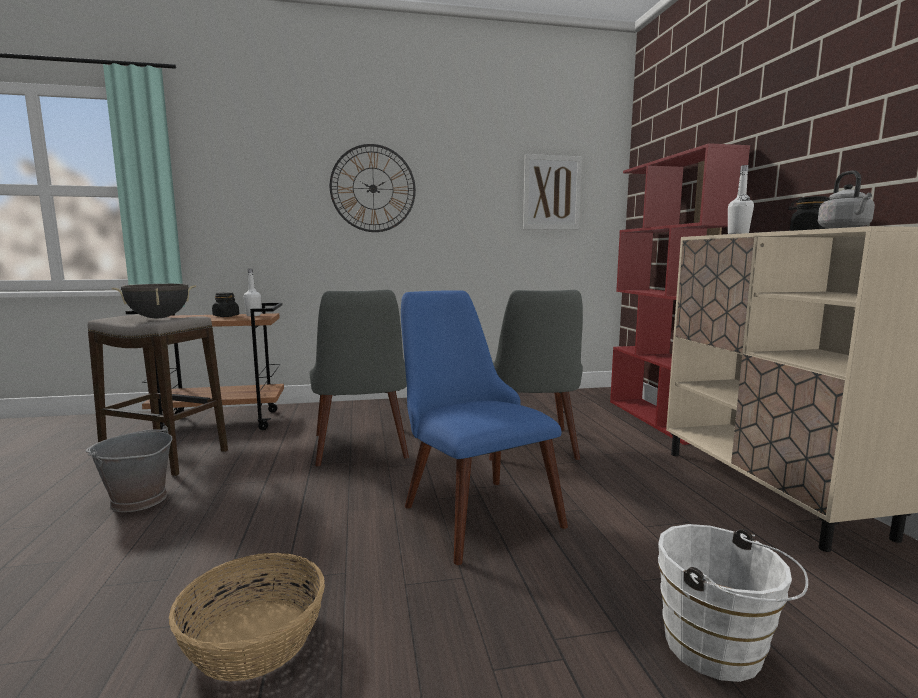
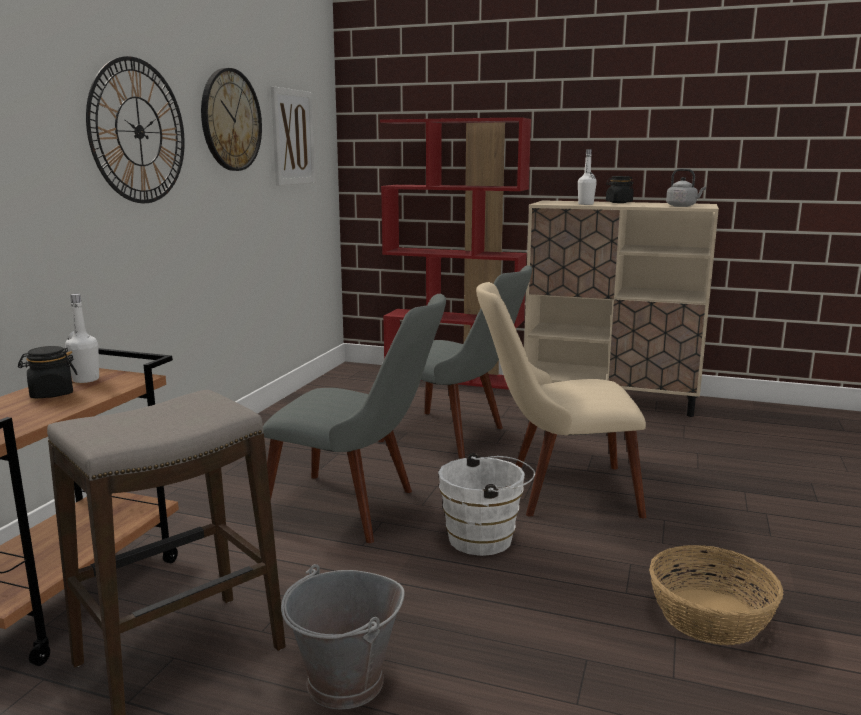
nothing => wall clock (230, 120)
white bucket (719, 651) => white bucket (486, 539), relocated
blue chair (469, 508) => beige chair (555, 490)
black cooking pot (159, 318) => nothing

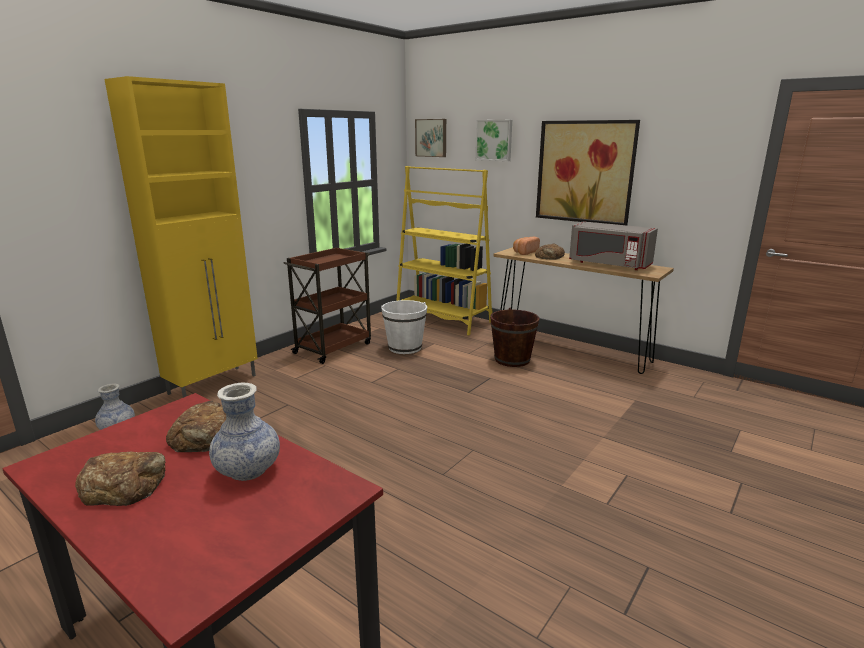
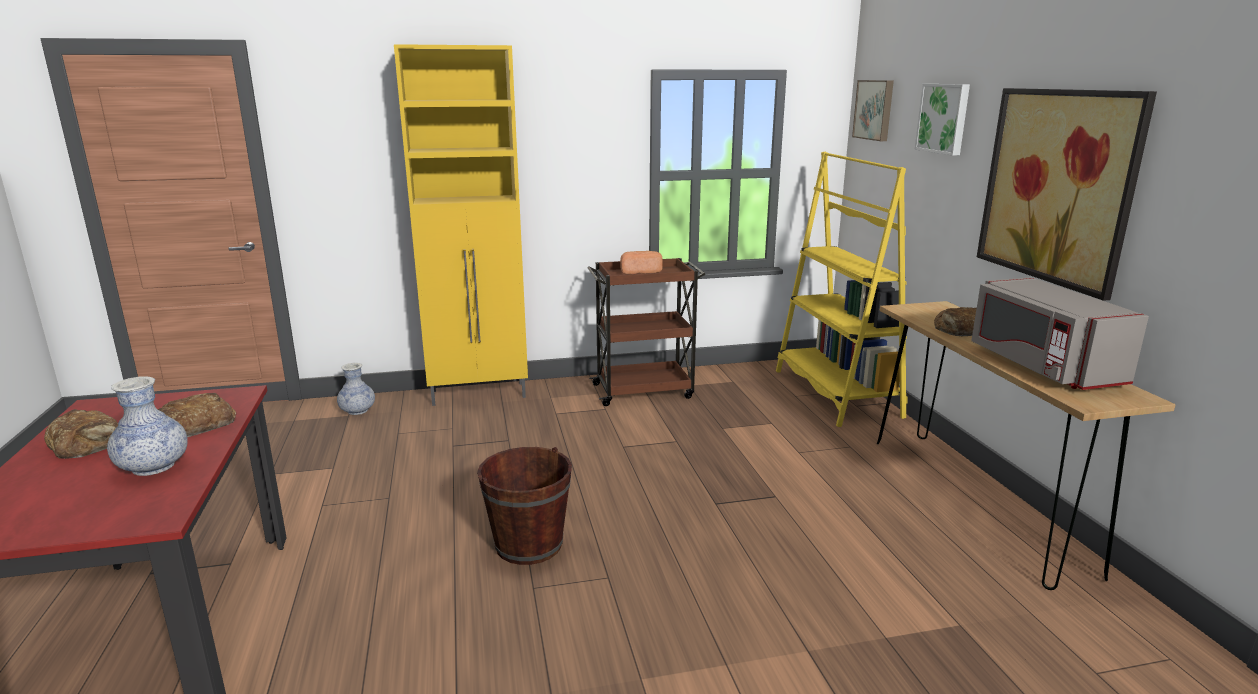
brown bucket (512, 359) => brown bucket (529, 545), relocated
bread (524, 252) => bread (640, 272), relocated
white bucket (405, 347) => nothing

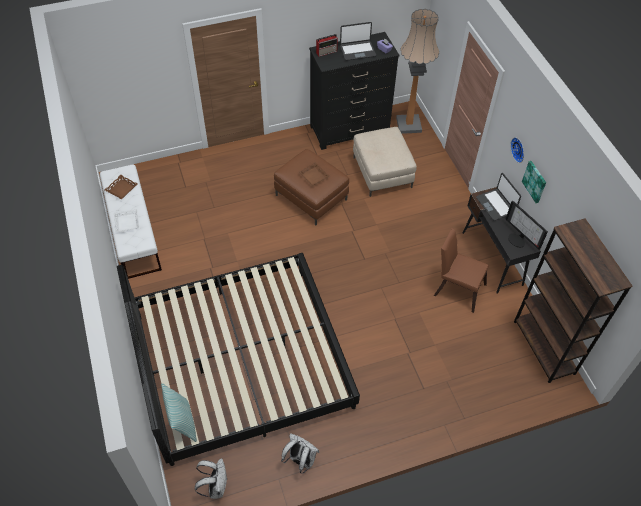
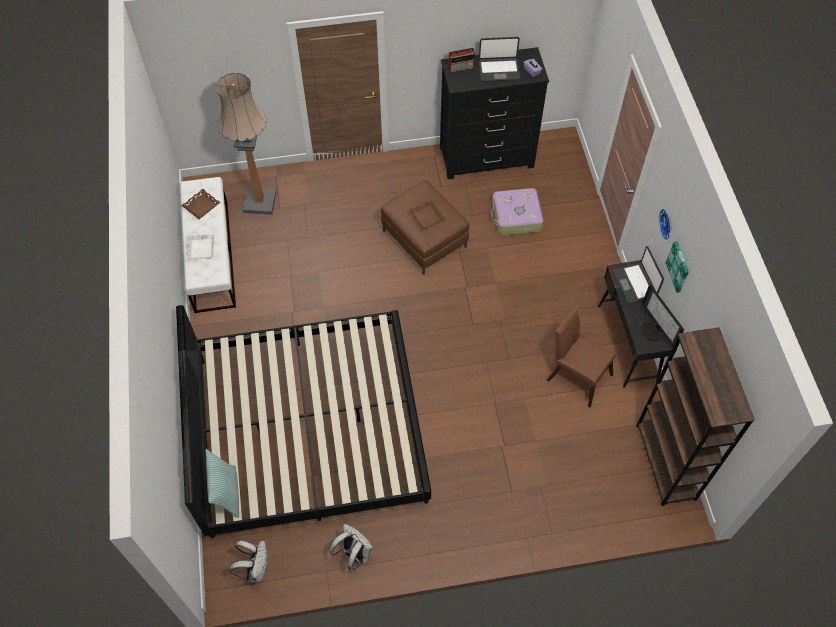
floor lamp (408, 125) => floor lamp (260, 202), relocated
beige ottoman (382, 172) => suitcase (516, 217)

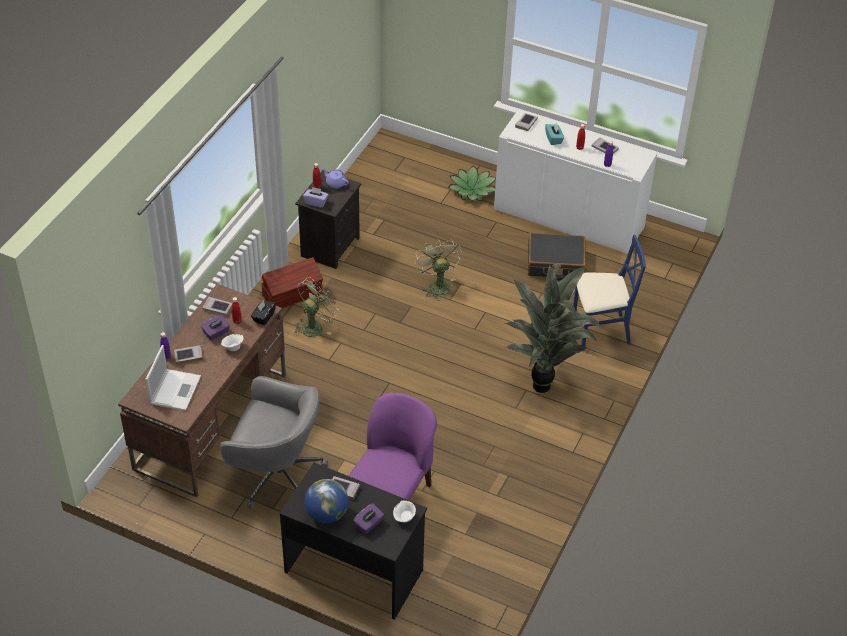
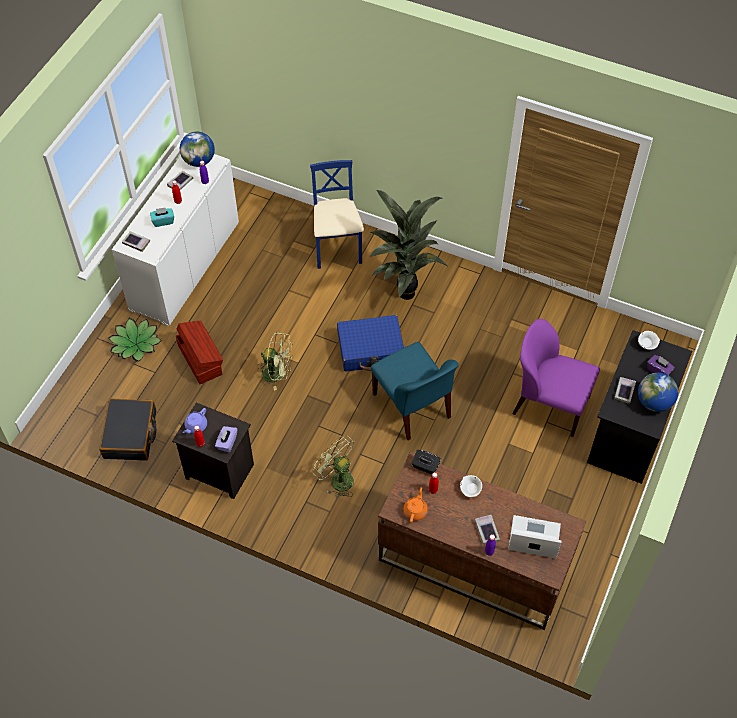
black suitcase (555, 263) => black suitcase (130, 435), relocated
brown storage box (293, 295) => brown storage box (200, 359), relocated
nothing => globe (199, 161)
green fan (437, 284) => green fan (277, 373), 150 degrees counterclockwise
nothing => blue suitcase (371, 349)
nothing => blue chair (412, 407)
book (217, 308) => orange teapot (415, 510)
purple tissue box (216, 333) => nothing
grey office chair (276, 475) => nothing

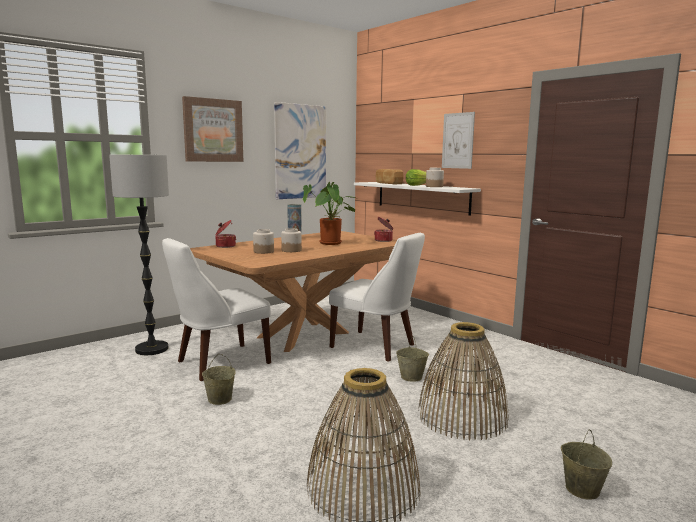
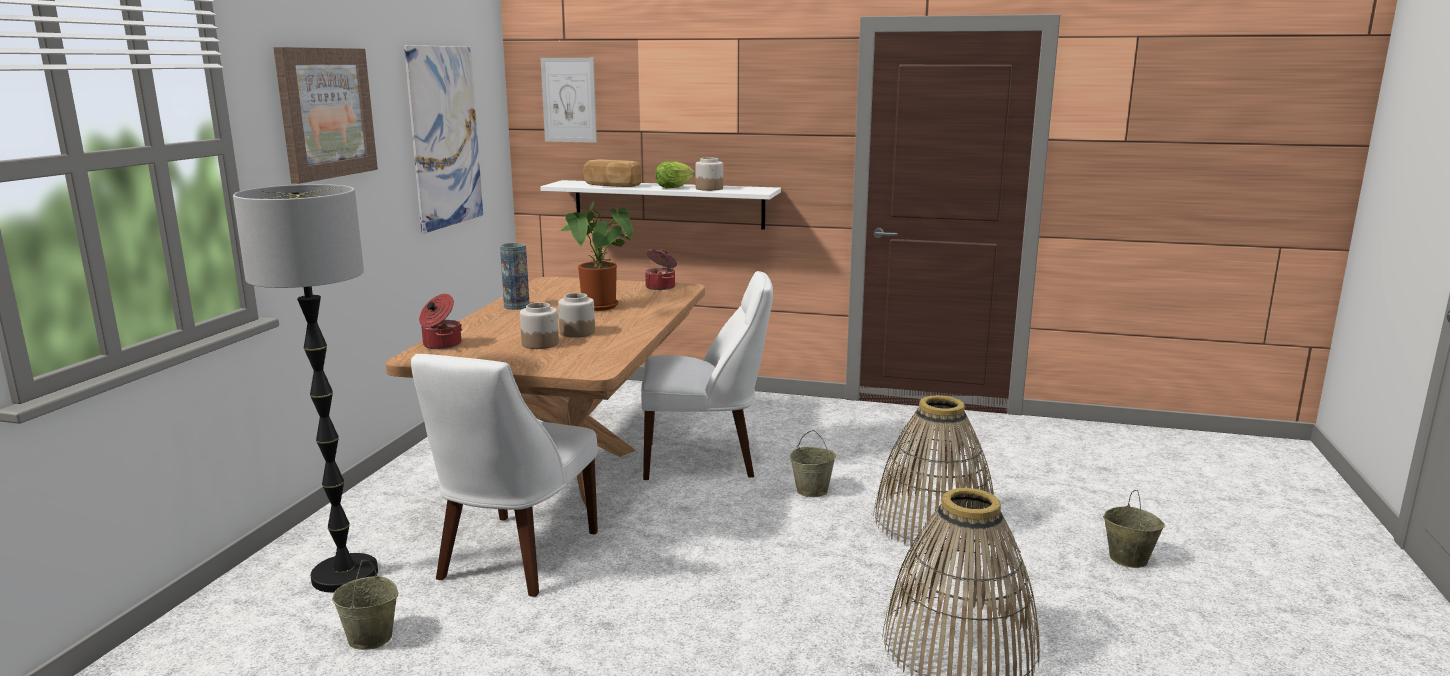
beige bucket (220, 399) => beige bucket (371, 638), relocated
picture (458, 140) => picture (569, 100), relocated

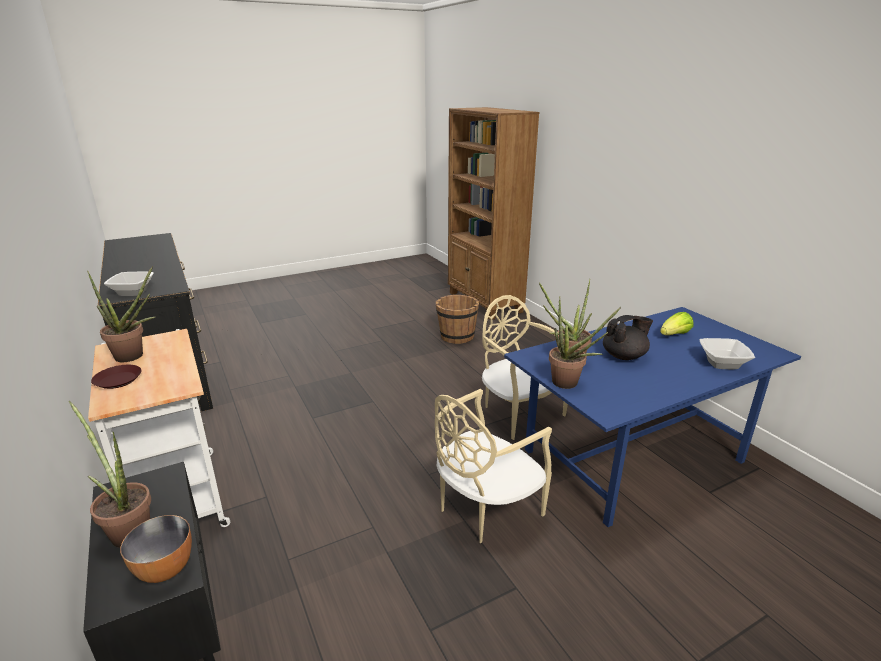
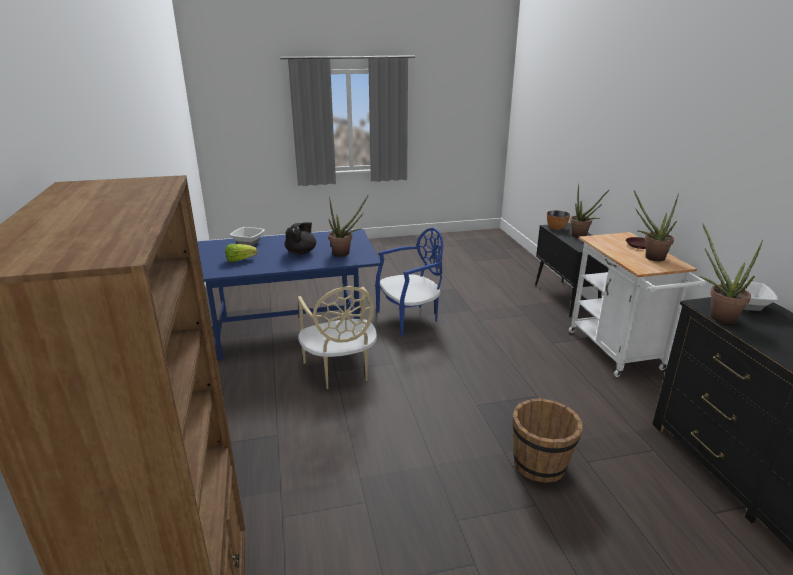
black teapot (624, 356) => black teapot (301, 252), 120 degrees clockwise
beige chair (485, 508) => blue chair (410, 318)
brown bucket (456, 336) => brown bucket (540, 464), relocated
potted plant (570, 384) => potted plant (717, 316), relocated

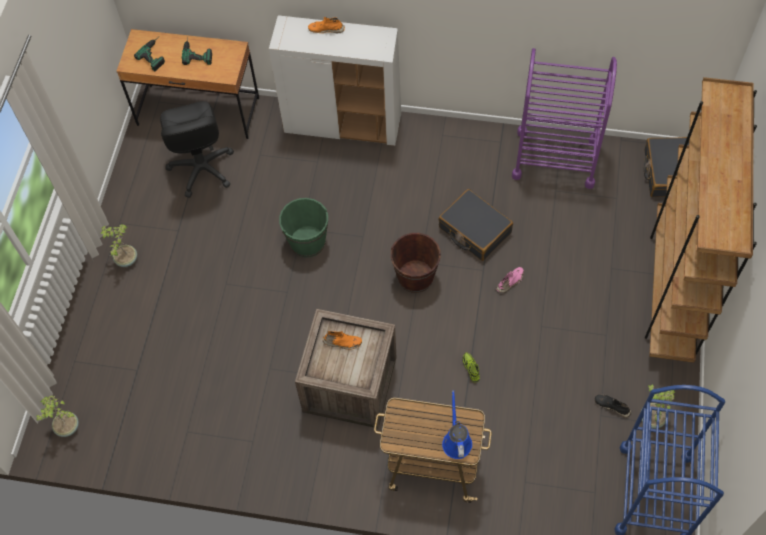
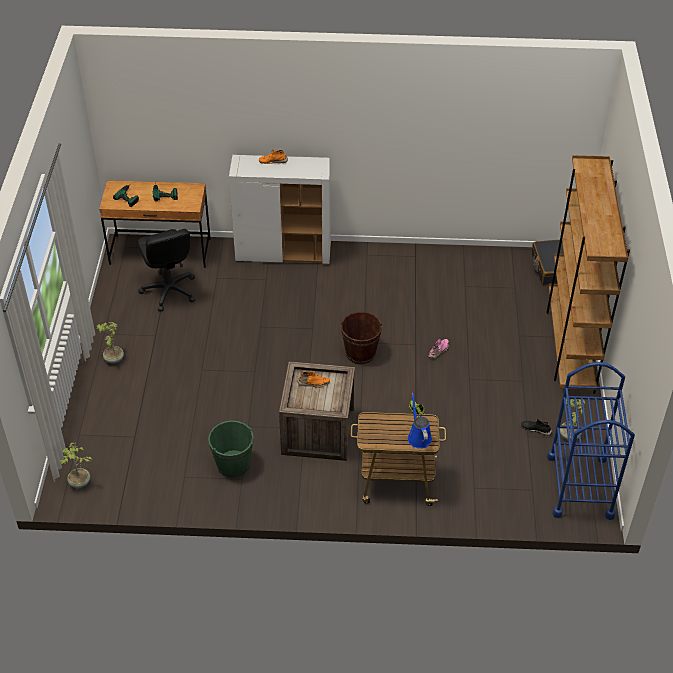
green bucket (307, 242) => green bucket (233, 464), relocated
black suitcase (474, 230) => nothing
purple cart (555, 158) => nothing

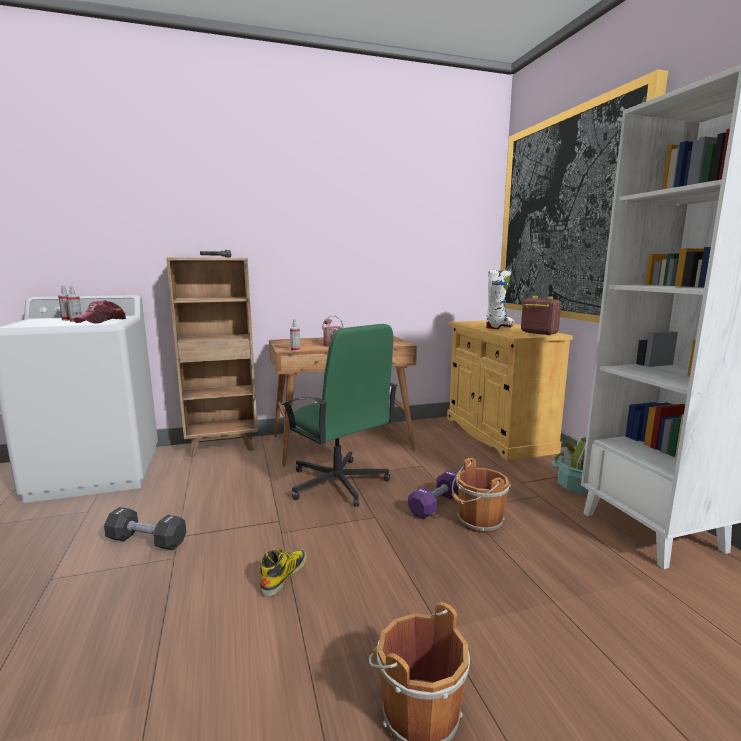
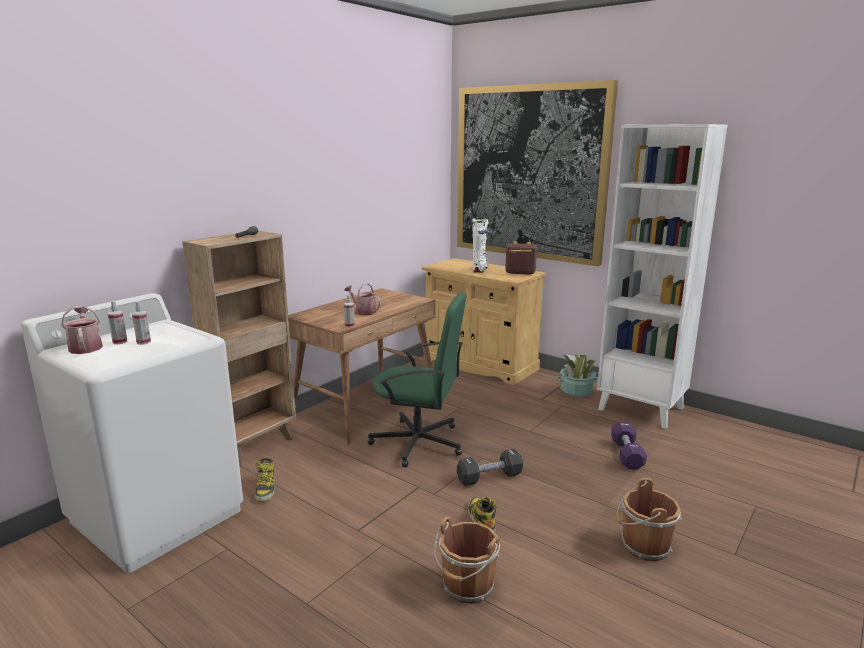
nothing => watering can (86, 347)
nothing => boot (265, 488)
brown bucket (478, 522) => brown bucket (467, 587), relocated
black dumbbell (147, 541) => black dumbbell (489, 477), relocated
purple dumbbell (436, 505) => purple dumbbell (626, 454), relocated
cap (102, 321) => nothing

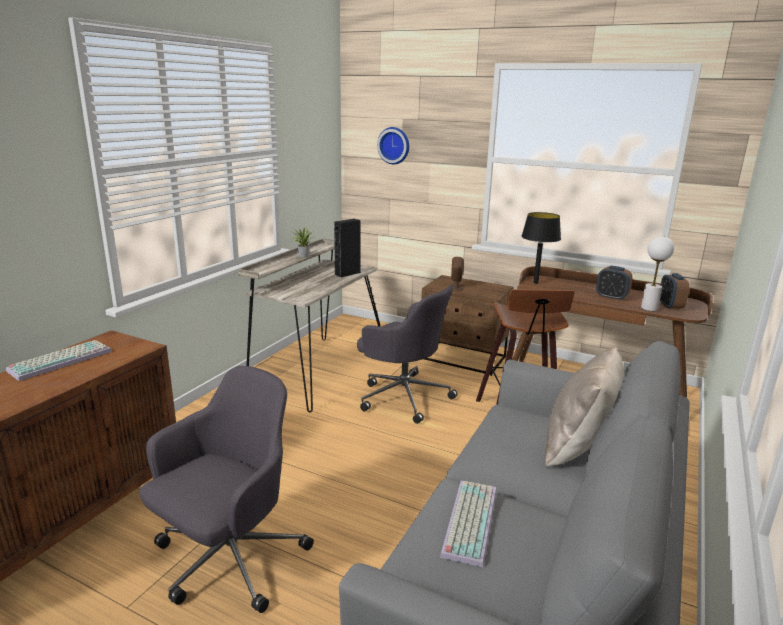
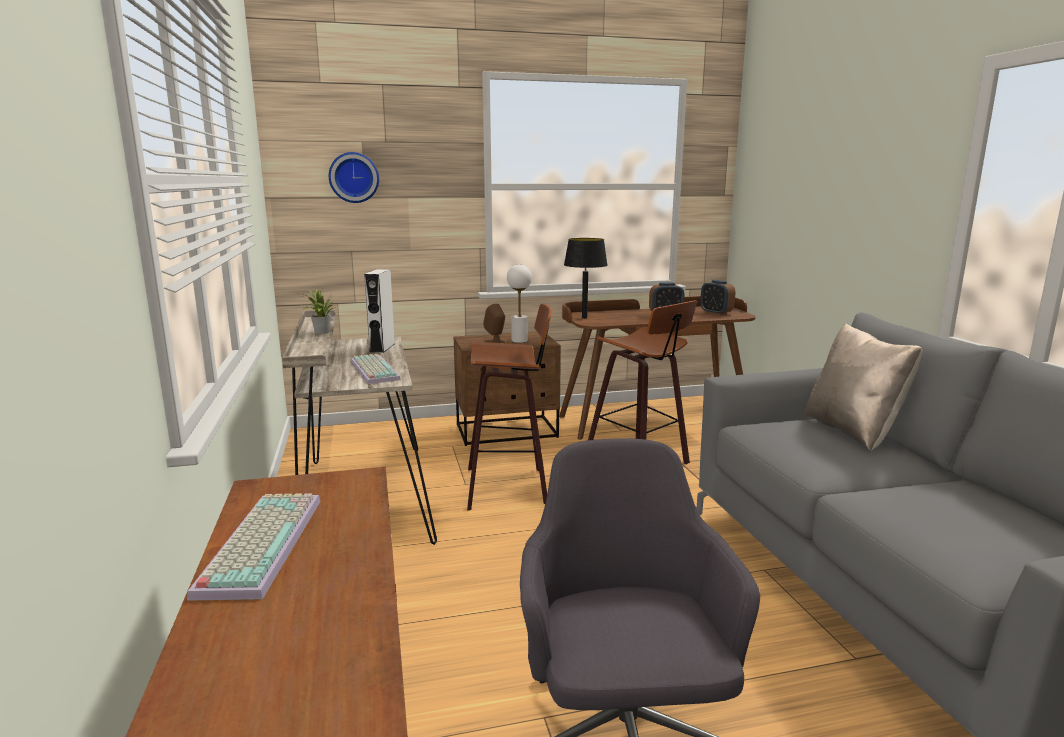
keyboard (468, 520) => keyboard (372, 370), relocated
black speaker (347, 274) => white speaker (382, 347)
grey office chair (403, 396) => stool (509, 486)
white table lamp (649, 308) => white table lamp (519, 341), relocated

